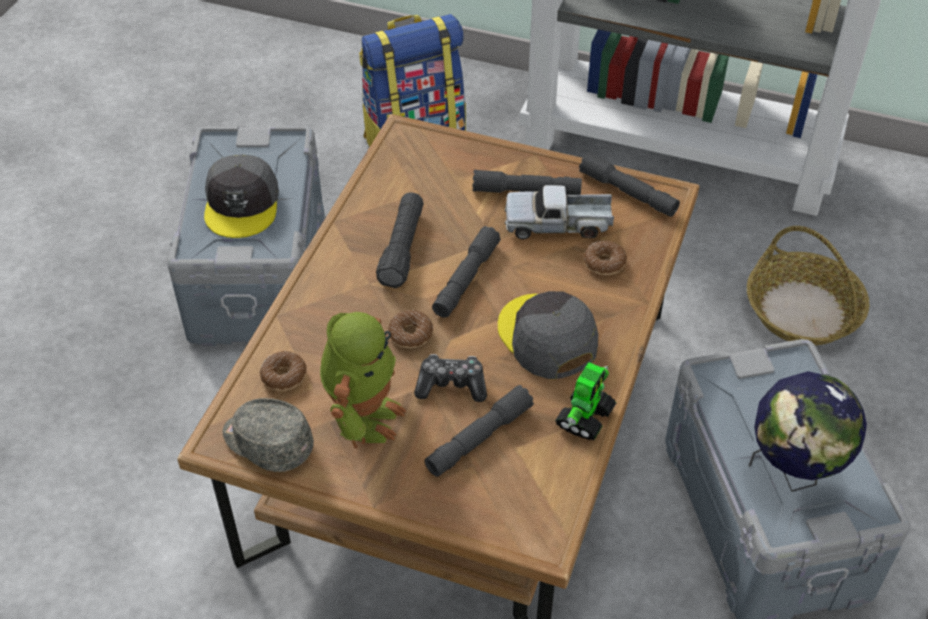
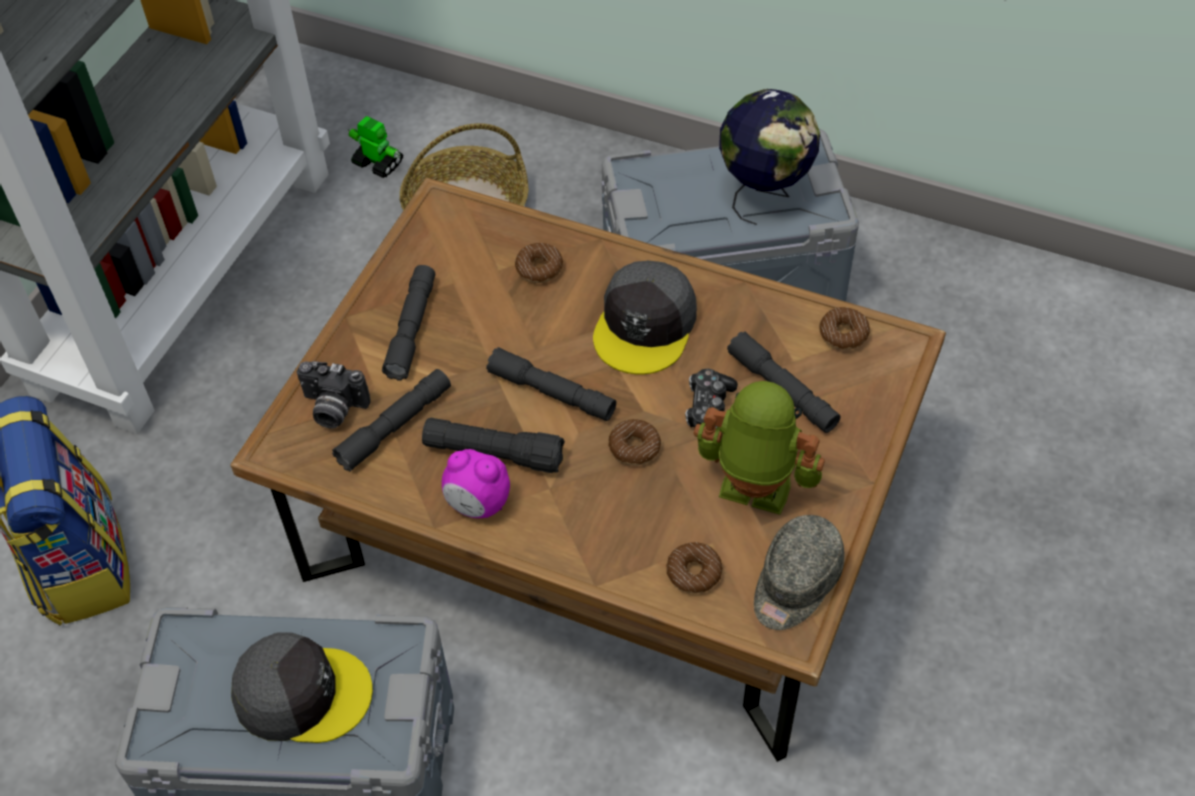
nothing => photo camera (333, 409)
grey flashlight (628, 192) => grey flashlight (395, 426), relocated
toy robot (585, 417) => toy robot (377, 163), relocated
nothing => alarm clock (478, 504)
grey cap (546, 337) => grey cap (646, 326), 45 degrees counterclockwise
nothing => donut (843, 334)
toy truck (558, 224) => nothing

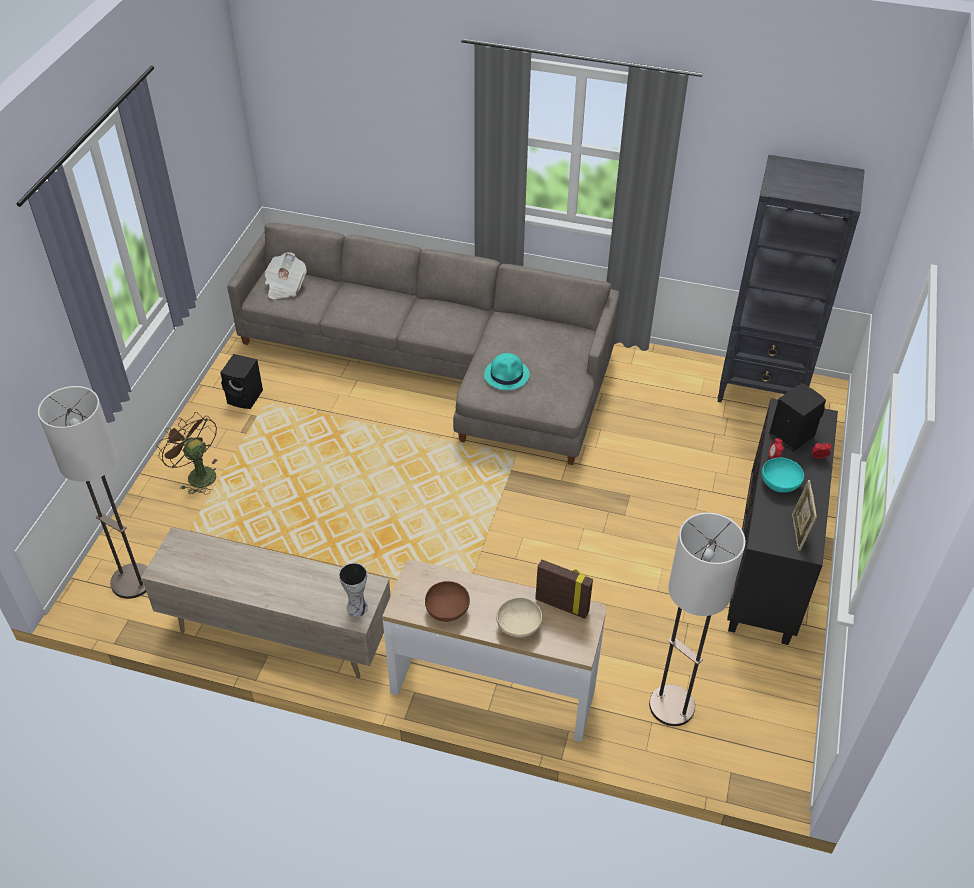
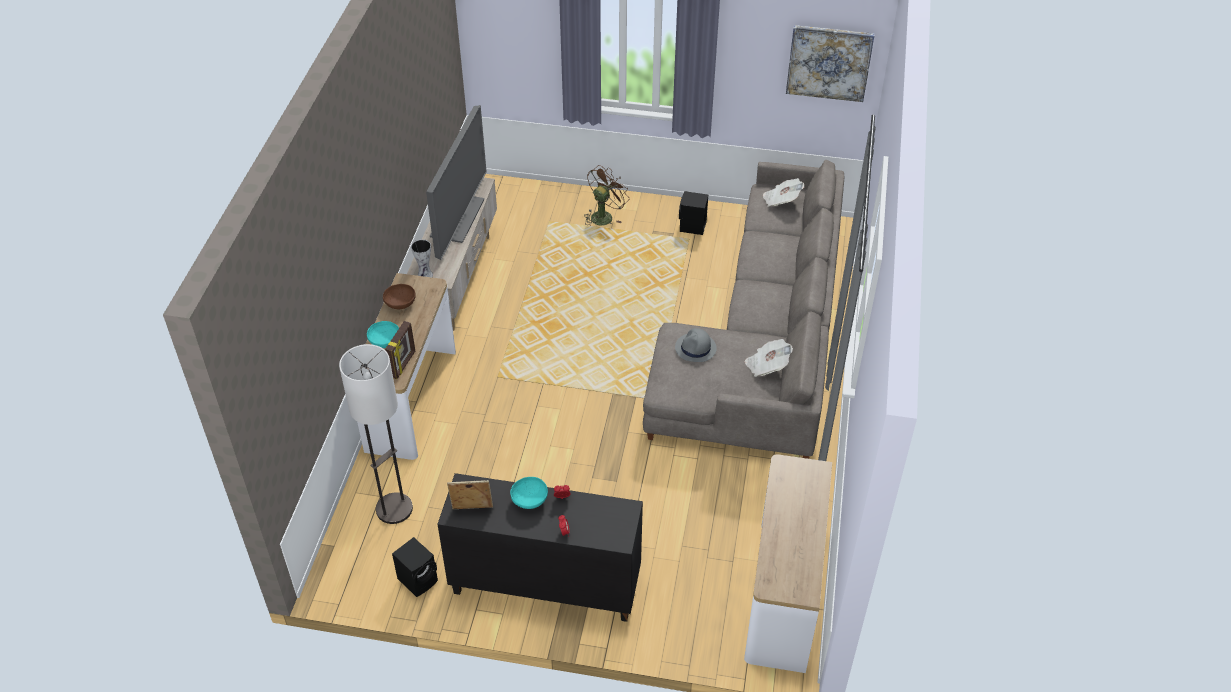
beige bowl (519, 626) => turquoise bowl (384, 342)
black speaker (791, 434) => black speaker (419, 579), relocated
nothing => television (458, 217)
turquoise hat (507, 375) => grey hat (695, 348)
black bookcase (762, 389) => console table (783, 595)
nothing => newspaper (767, 366)
nothing => picture (829, 63)
floor lamp (133, 581) => nothing

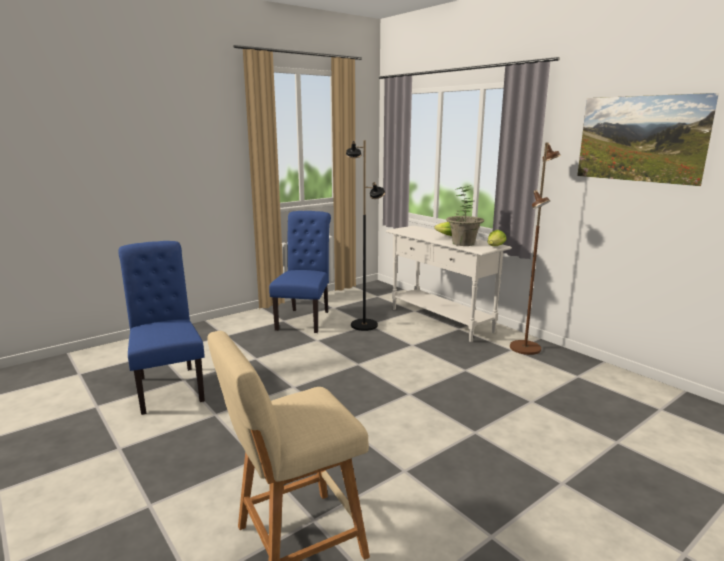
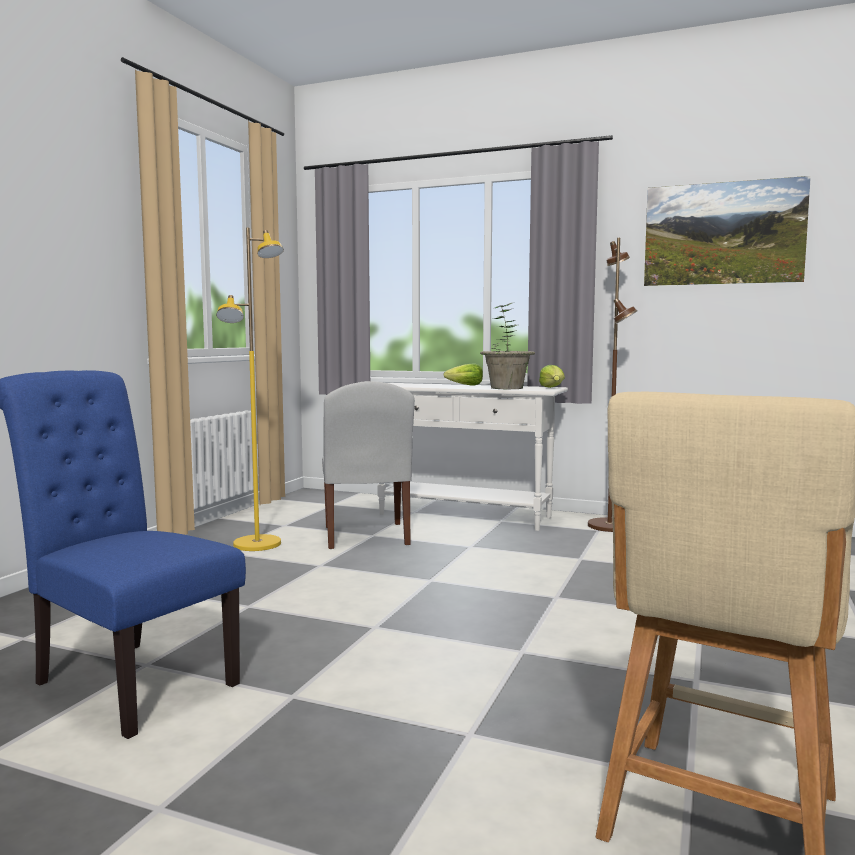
blue chair (305, 319) => yellow floor lamp (257, 544)
black floor lamp (364, 325) => white chair (366, 537)

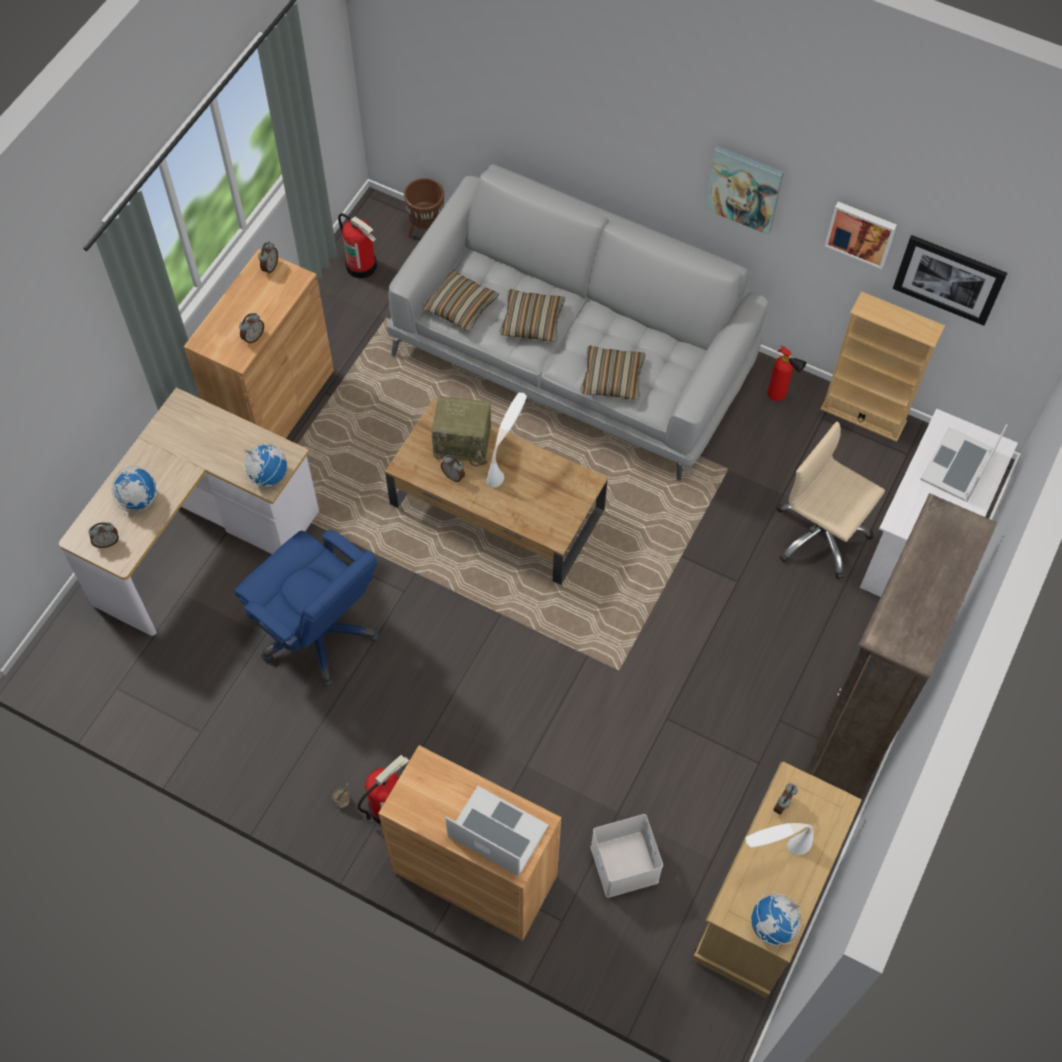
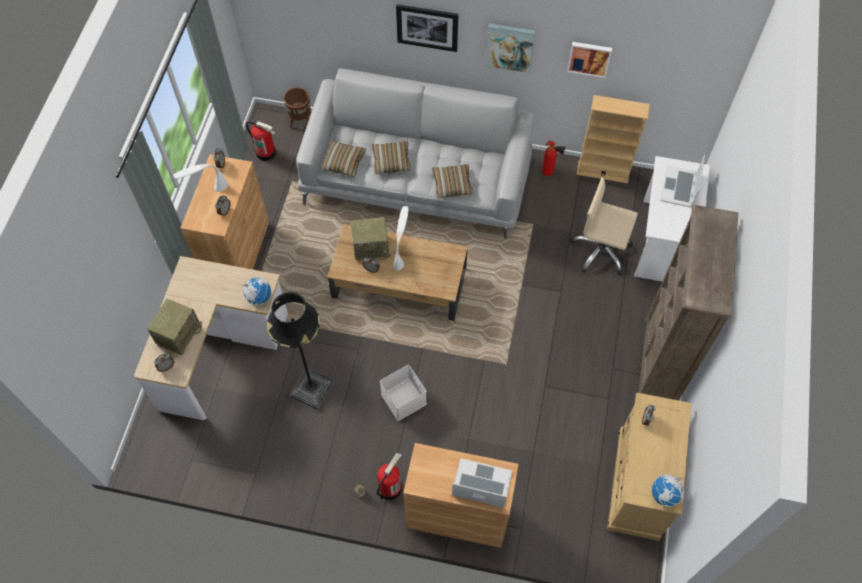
globe (138, 499) => radio (178, 334)
white table lamp (773, 855) => white table lamp (206, 194), relocated
blue office chair (319, 633) => black floor lamp (312, 390)
white storage box (622, 863) => white storage box (402, 399), relocated
picture (949, 279) => picture (427, 27), relocated

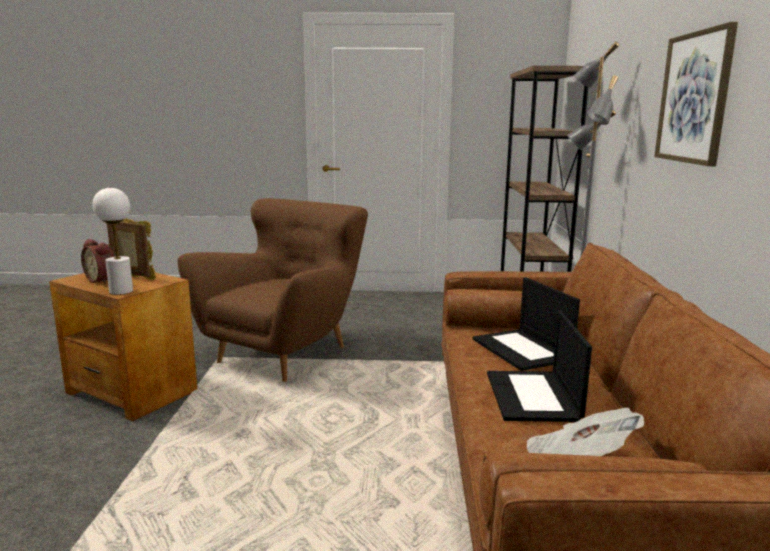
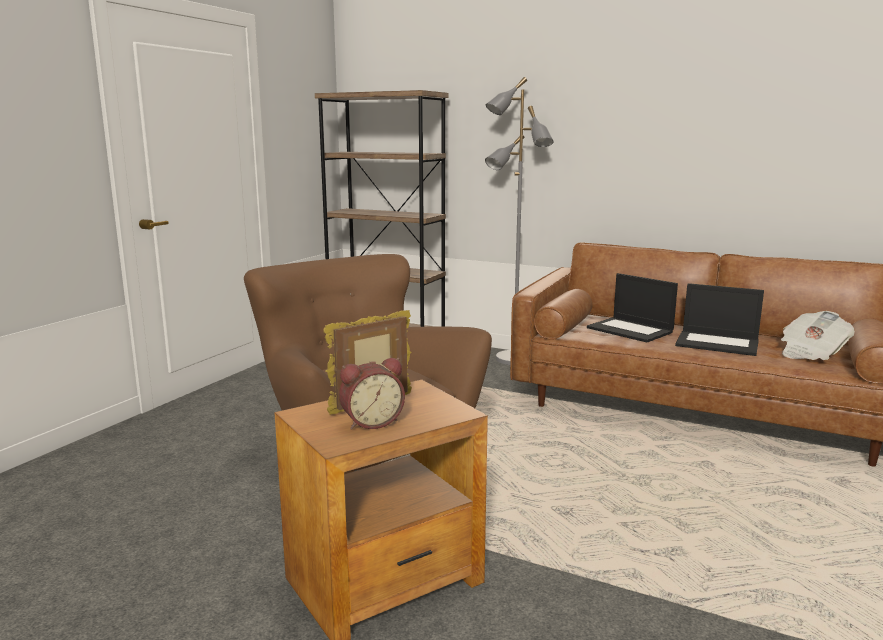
laptop (523, 350) => laptop (631, 330), 45 degrees clockwise
white table lamp (121, 291) => nothing
picture (694, 98) => nothing

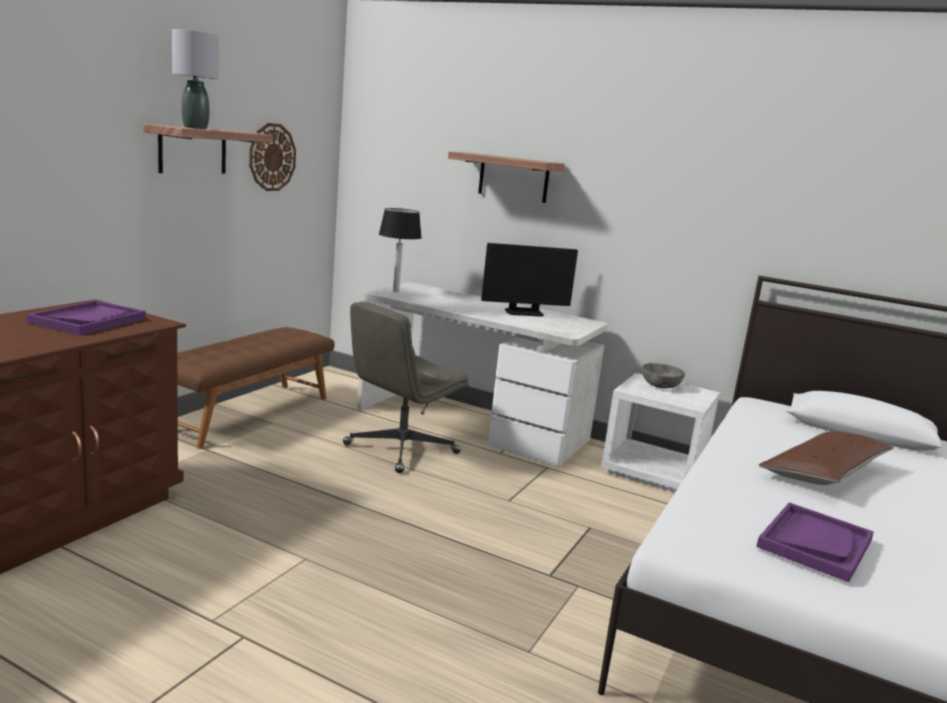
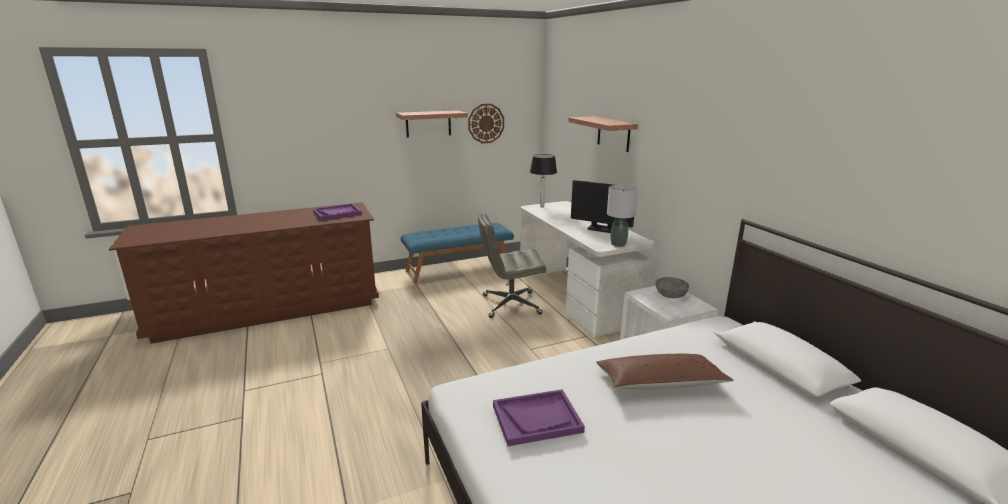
brown bench (246, 413) => blue bench (458, 269)
grey table lamp (195, 128) => grey table lamp (618, 244), relocated

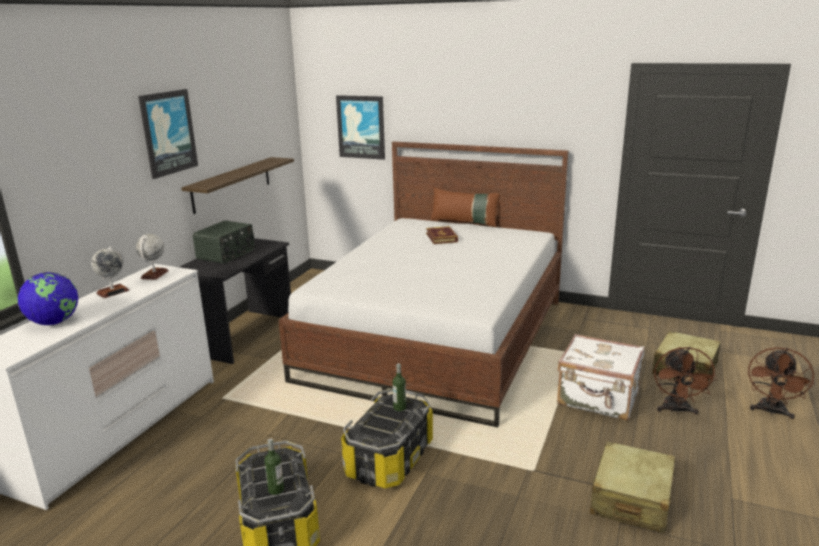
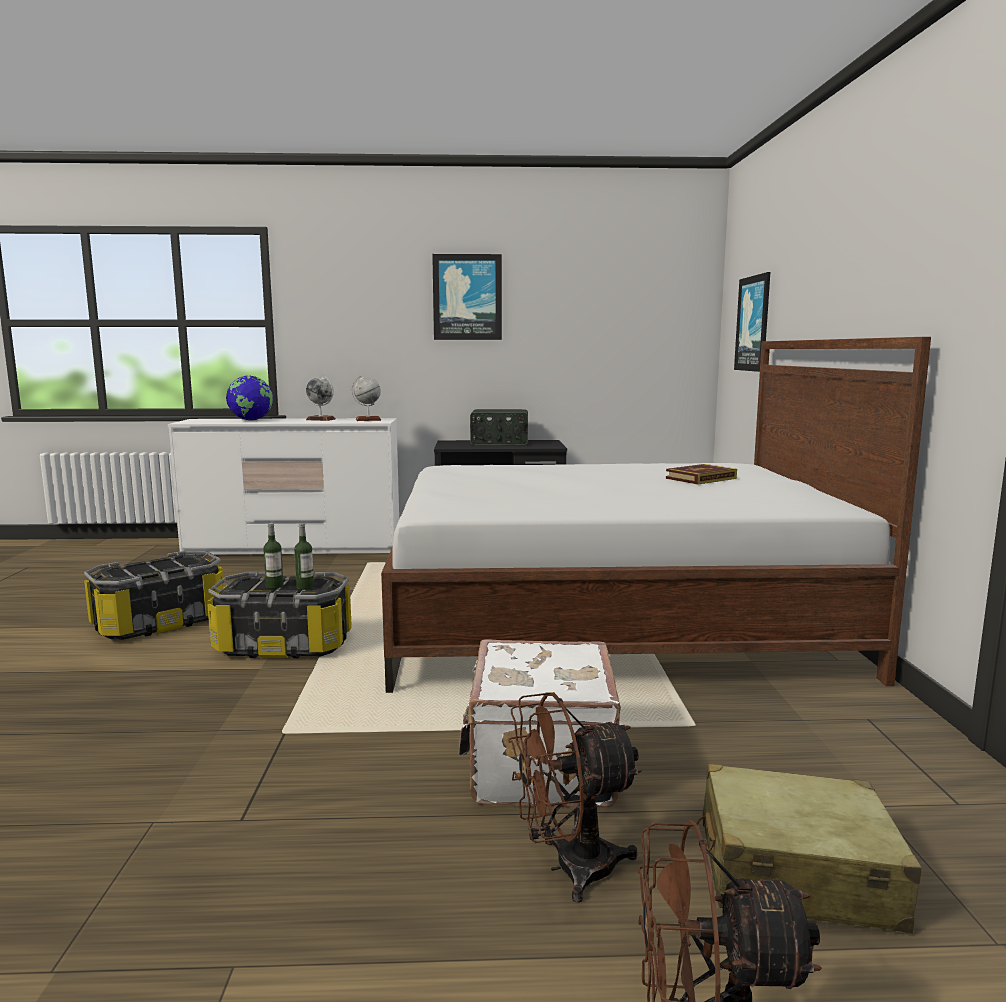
bottle (276, 489) => bottle (274, 586), relocated
shelf (232, 184) => nothing
brown pillow (464, 222) => nothing
beige suitcase (631, 499) => nothing

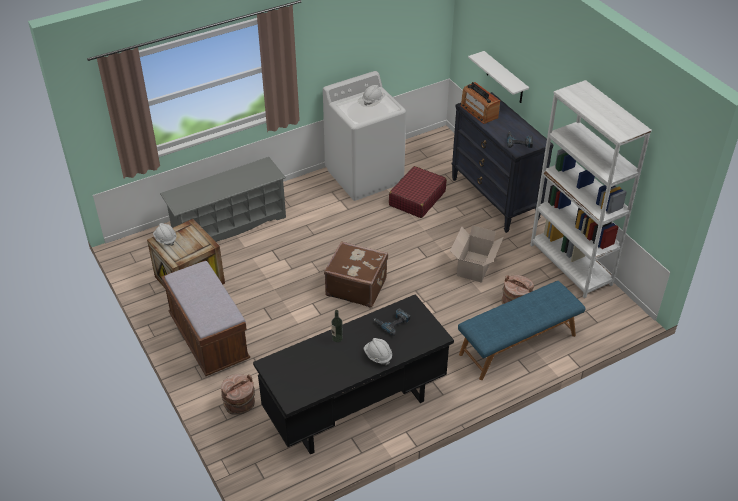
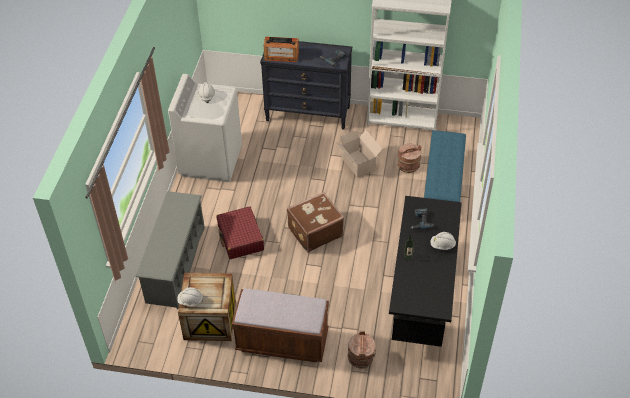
red suitcase (417, 198) => red suitcase (240, 238), relocated
white shelf (505, 78) => nothing

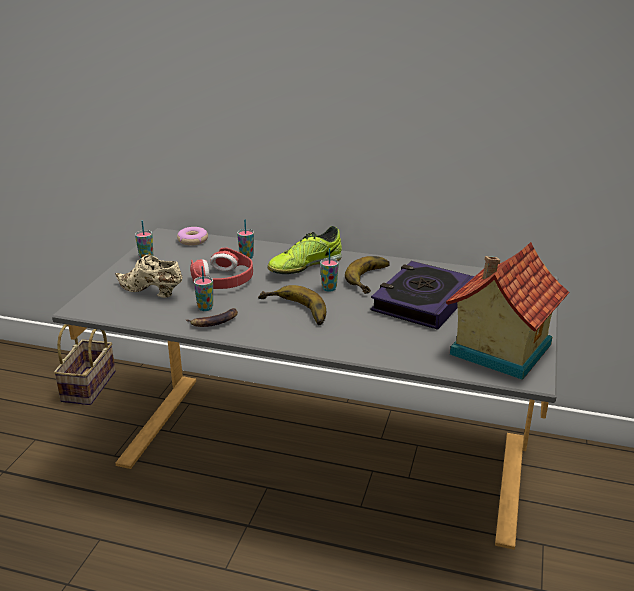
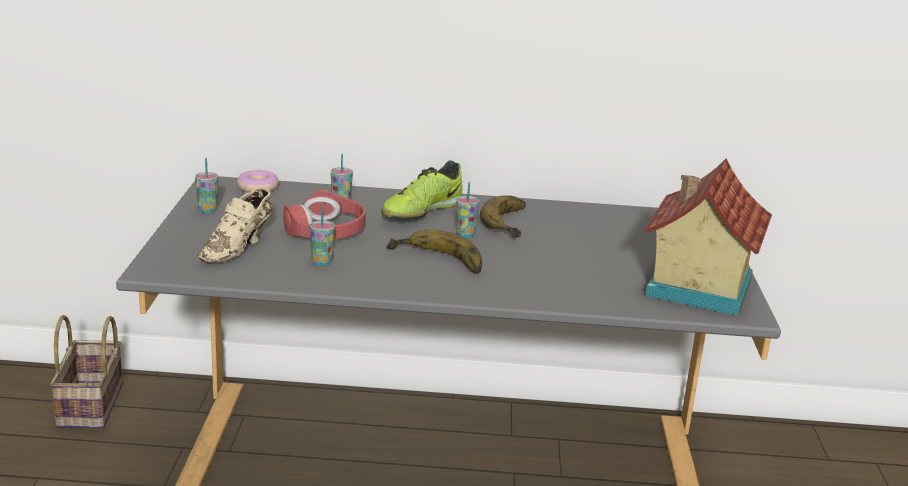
beige shoe (151, 292) => beige shoe (238, 248), 75 degrees counterclockwise
banana (214, 321) => nothing
book (422, 301) => nothing

